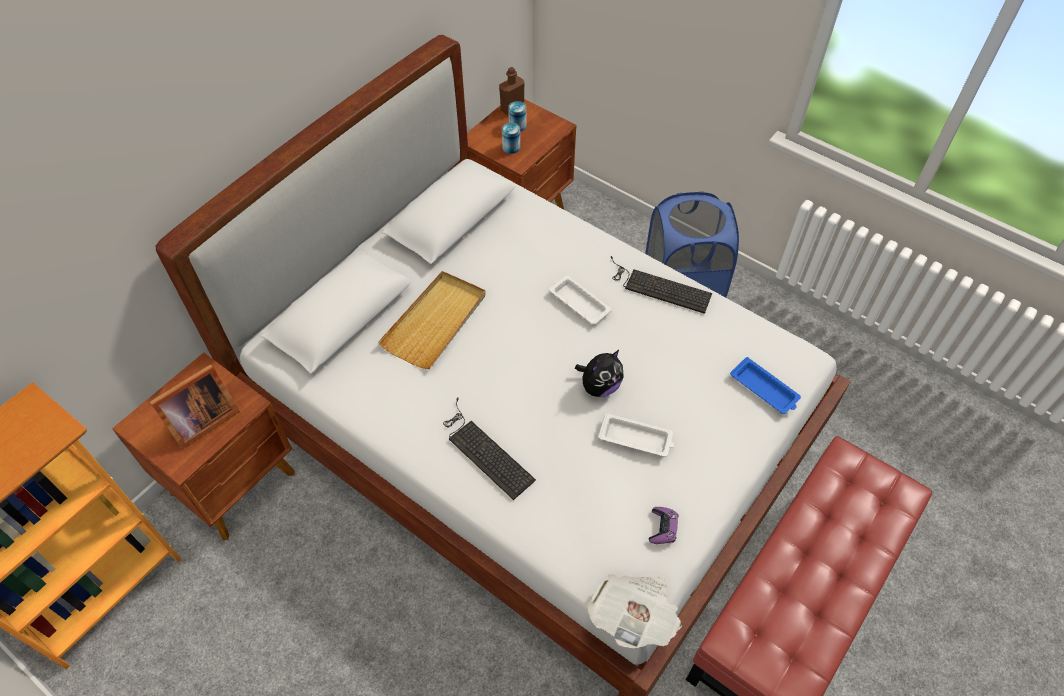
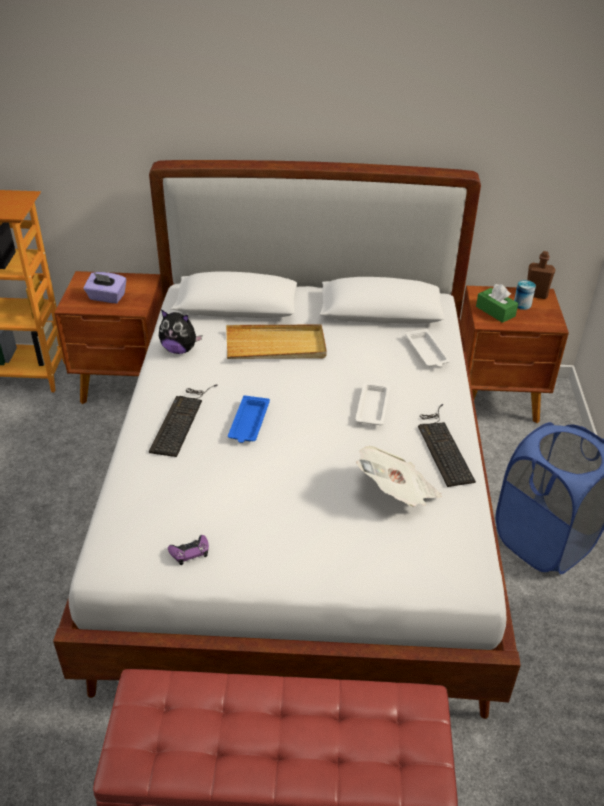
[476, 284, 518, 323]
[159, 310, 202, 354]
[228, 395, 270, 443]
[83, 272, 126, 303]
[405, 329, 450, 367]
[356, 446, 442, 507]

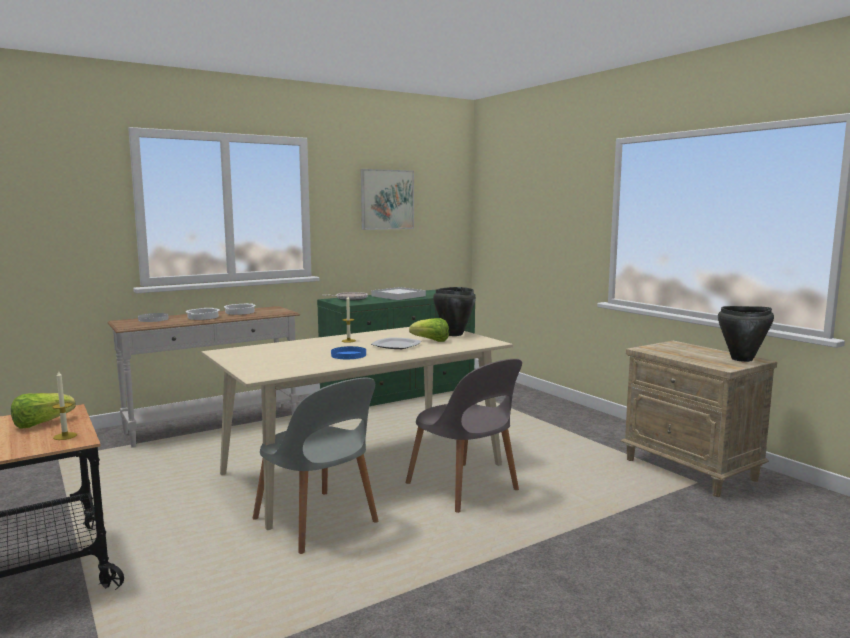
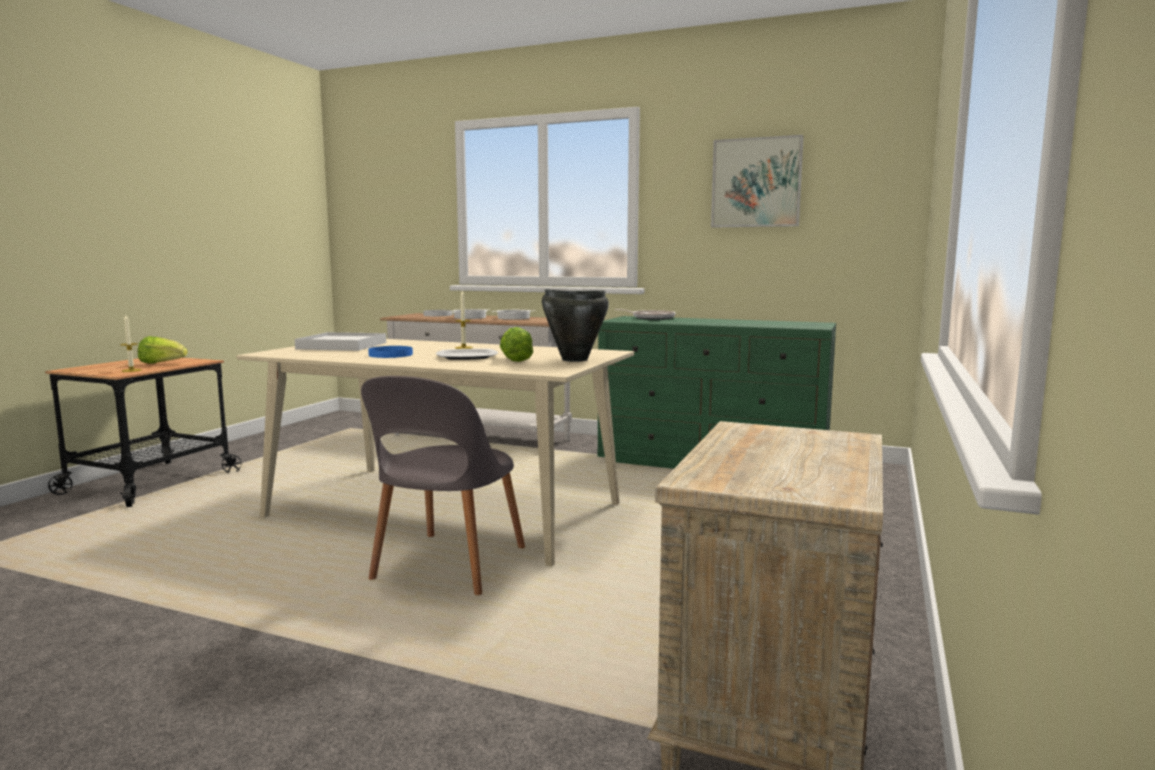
[295, 332, 386, 351]
[718, 306, 774, 362] (first image)
[252, 378, 378, 554] (first image)

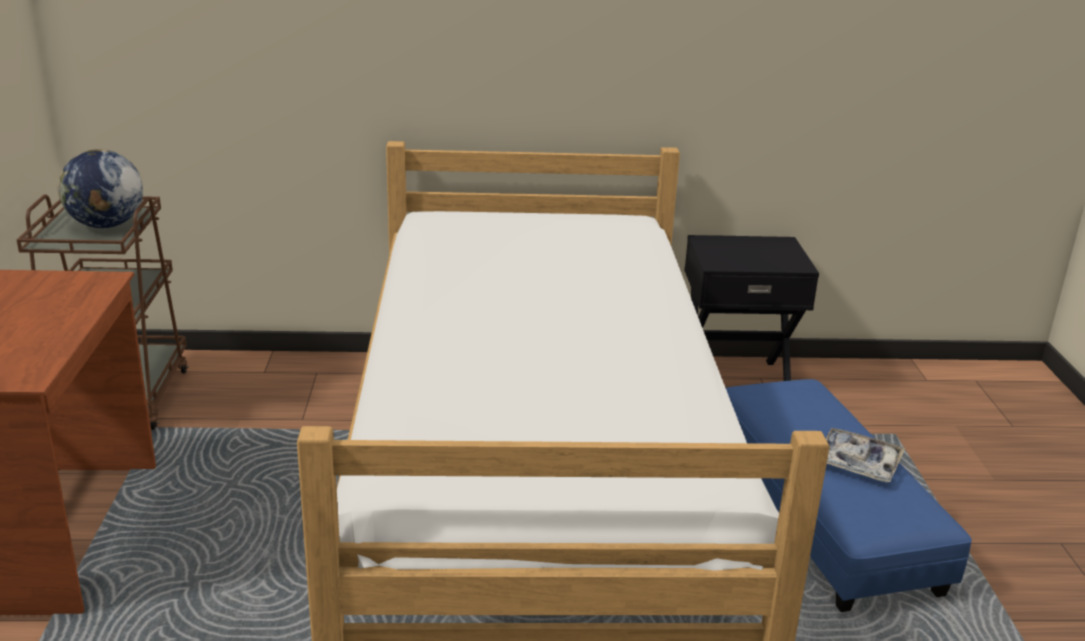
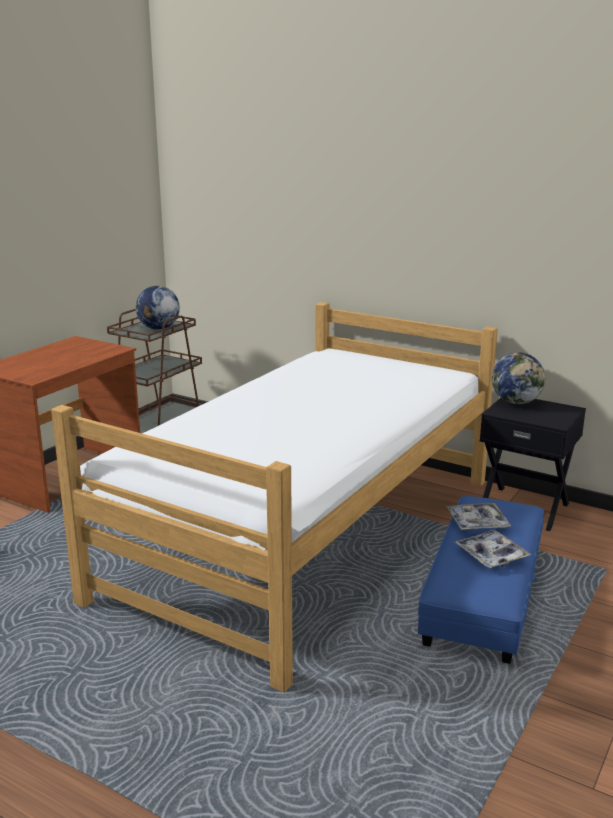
[492, 352, 546, 404]
[447, 503, 511, 530]

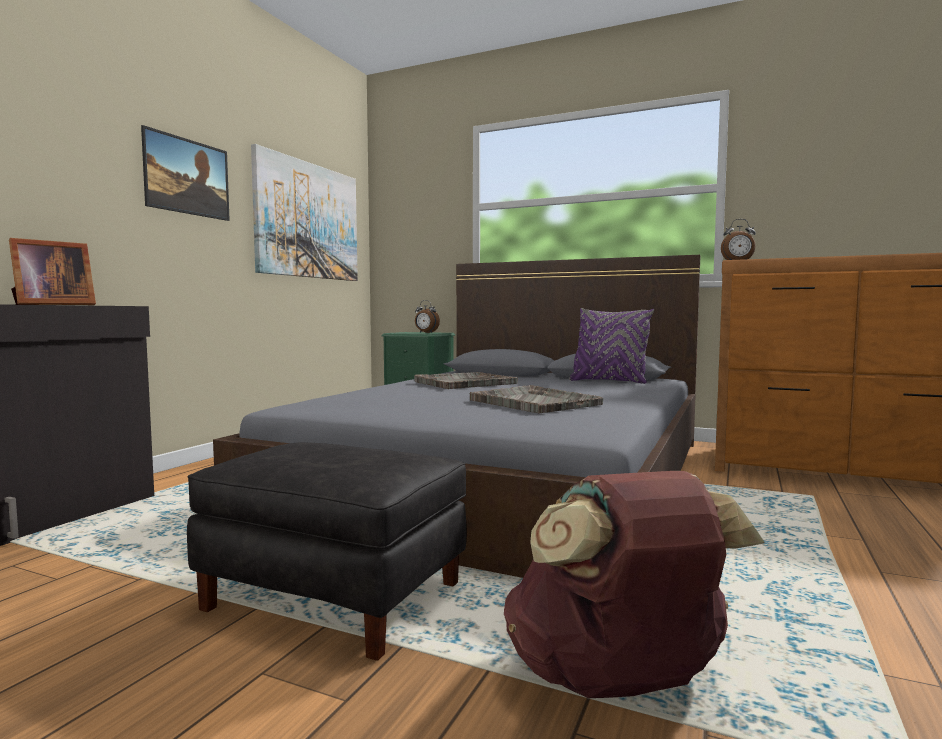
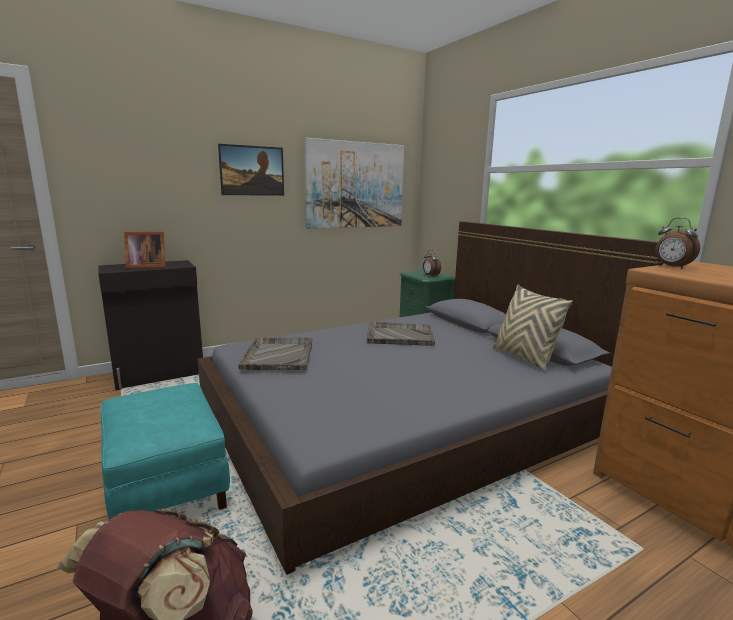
[493, 284, 573, 371]
[238, 337, 312, 370]
[101, 383, 230, 519]

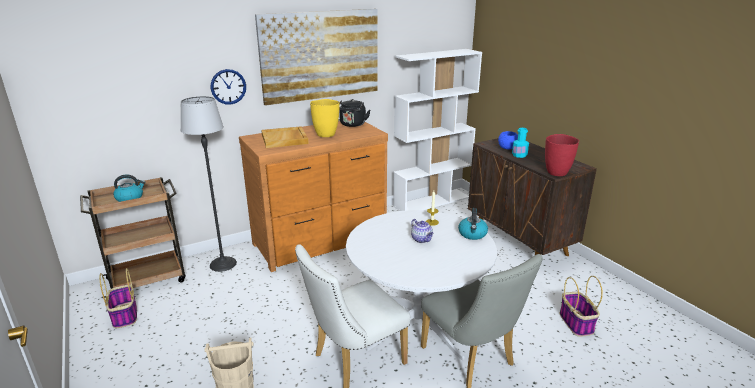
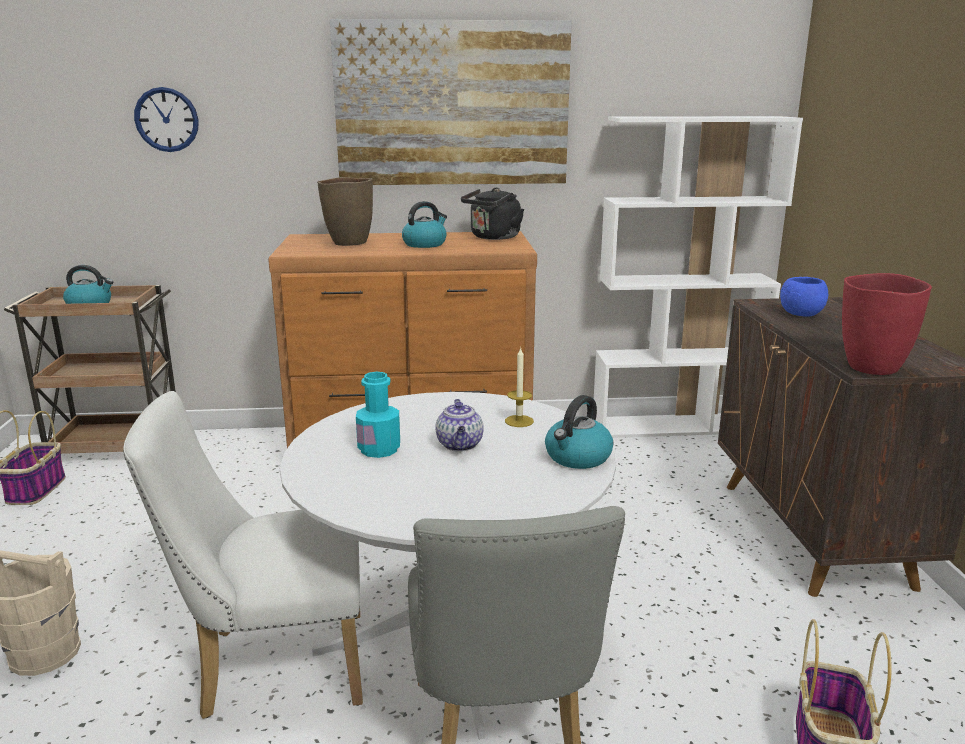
[134, 87, 199, 152]
[181, 96, 237, 272] (first image)
[402, 201, 447, 248]
[317, 177, 373, 246]
[356, 372, 400, 458]

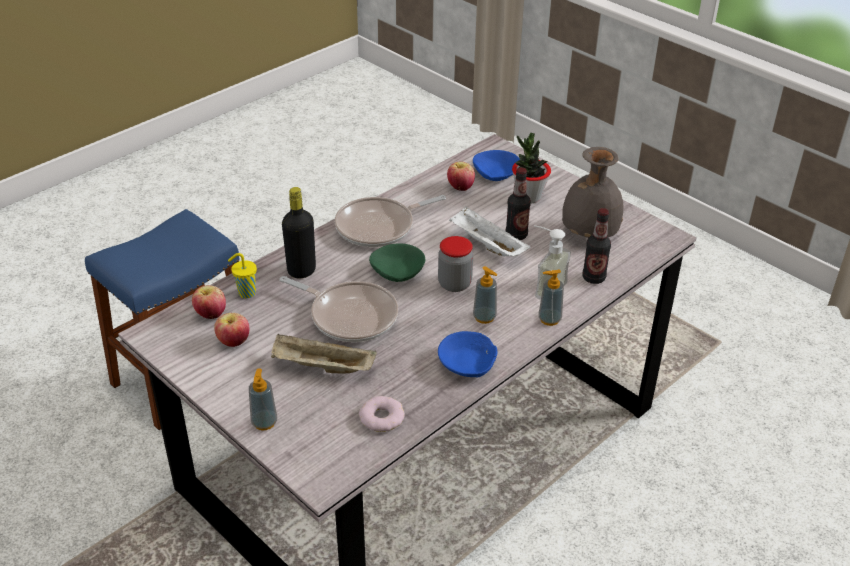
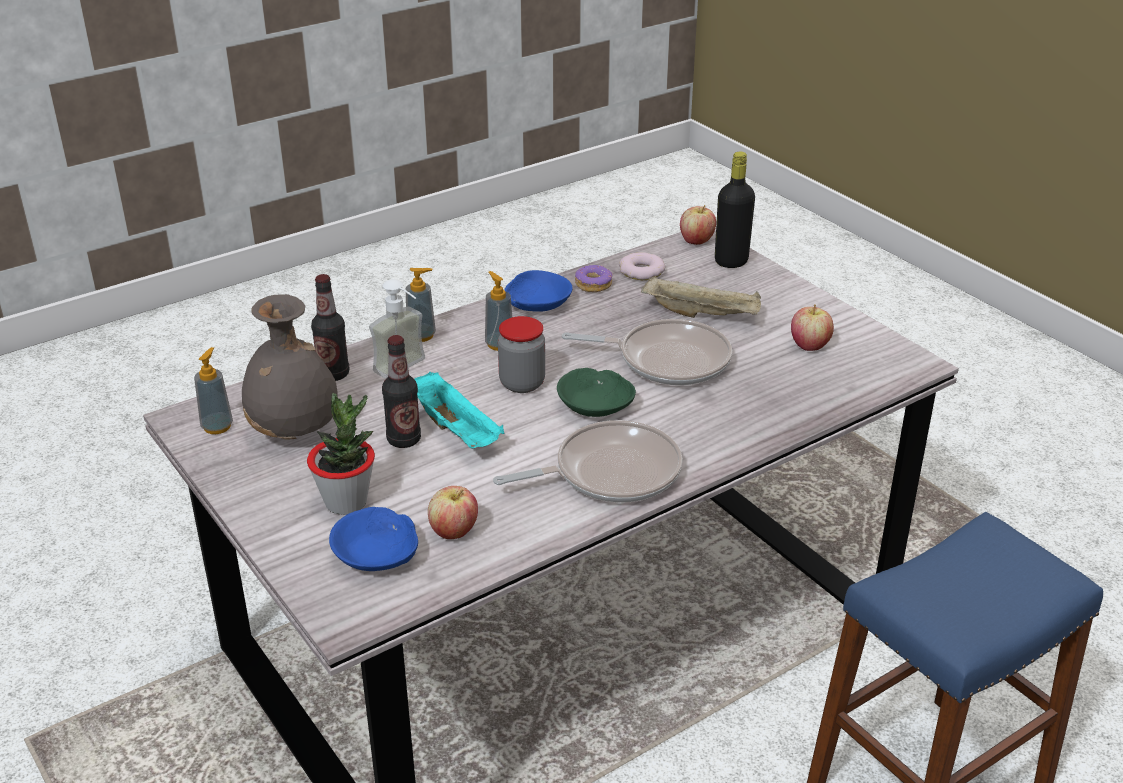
[715, 152, 755, 268]
[415, 372, 505, 449]
[228, 253, 257, 299] (first image)
[562, 319, 732, 385]
[680, 205, 716, 245]
[194, 347, 233, 434]
[575, 265, 613, 292]

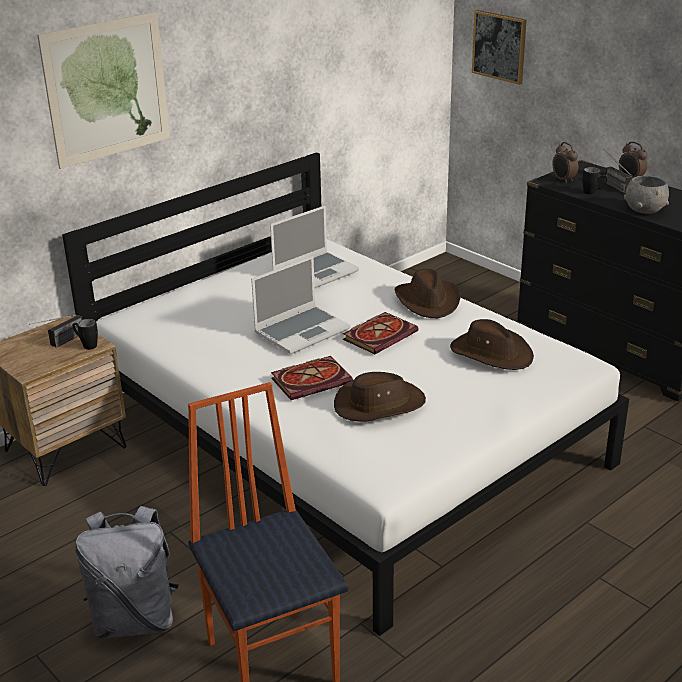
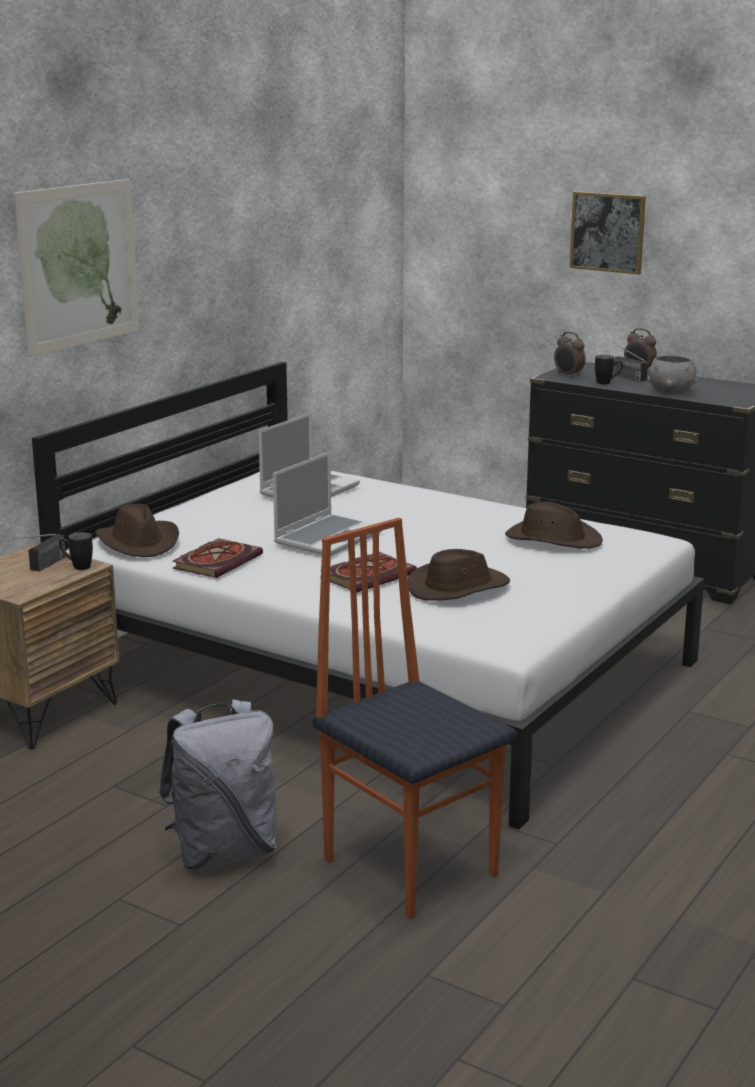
[570, 191, 646, 274]
[95, 504, 179, 557]
[172, 538, 263, 578]

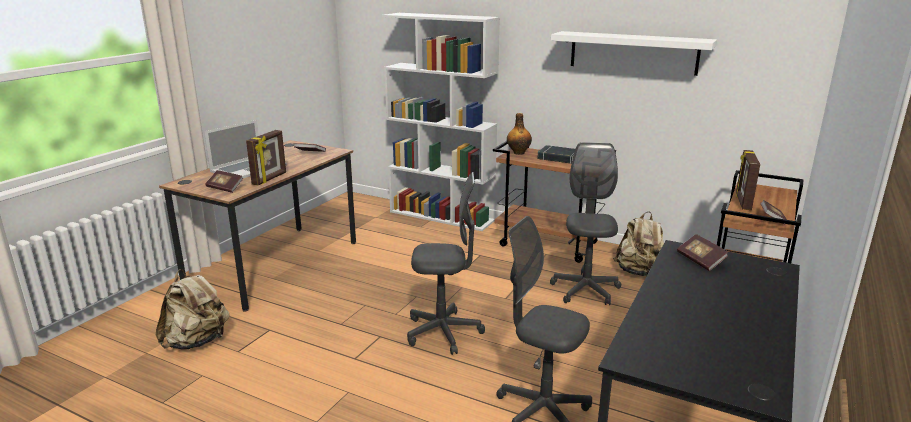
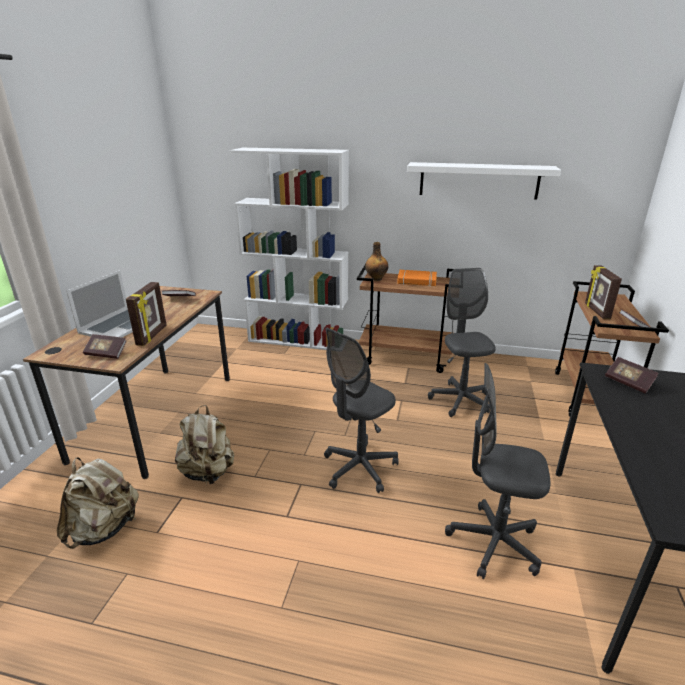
[397, 270, 437, 286]
[324, 328, 399, 493]
[175, 405, 234, 484]

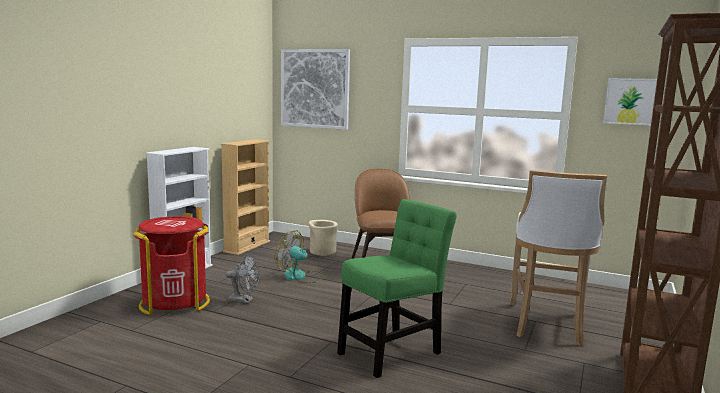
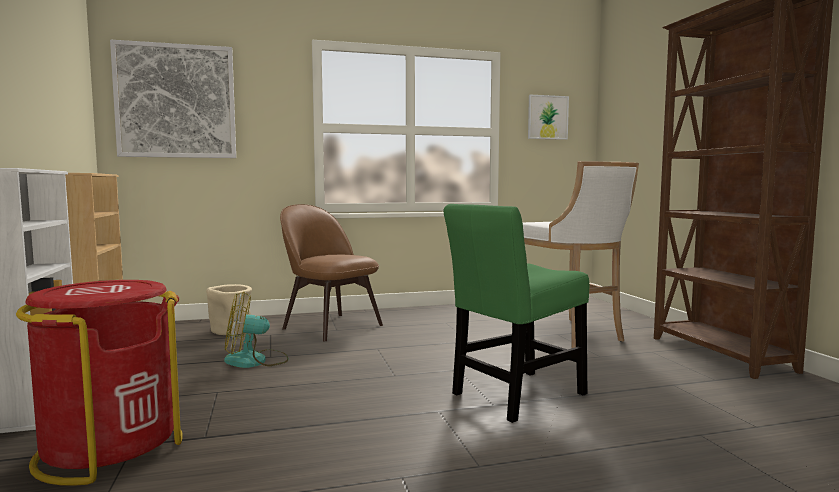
[444, 204, 589, 423]
[226, 255, 260, 303] (first image)

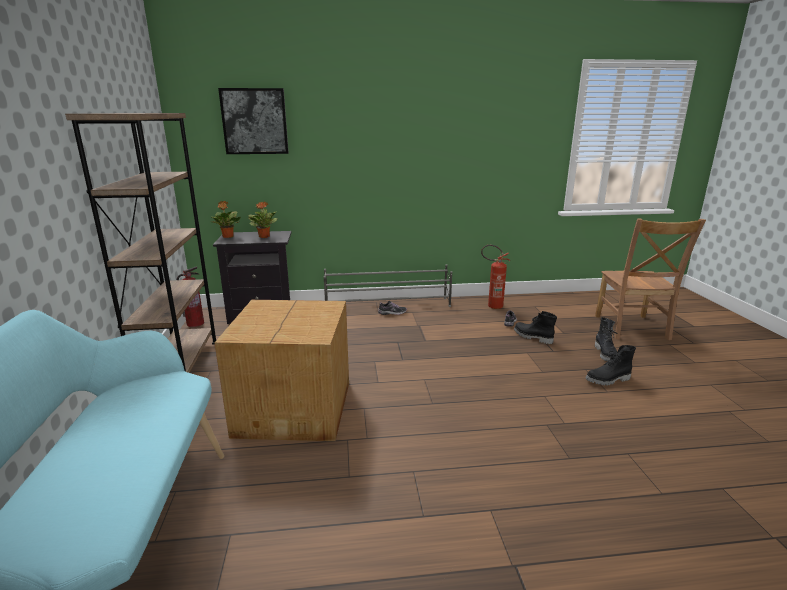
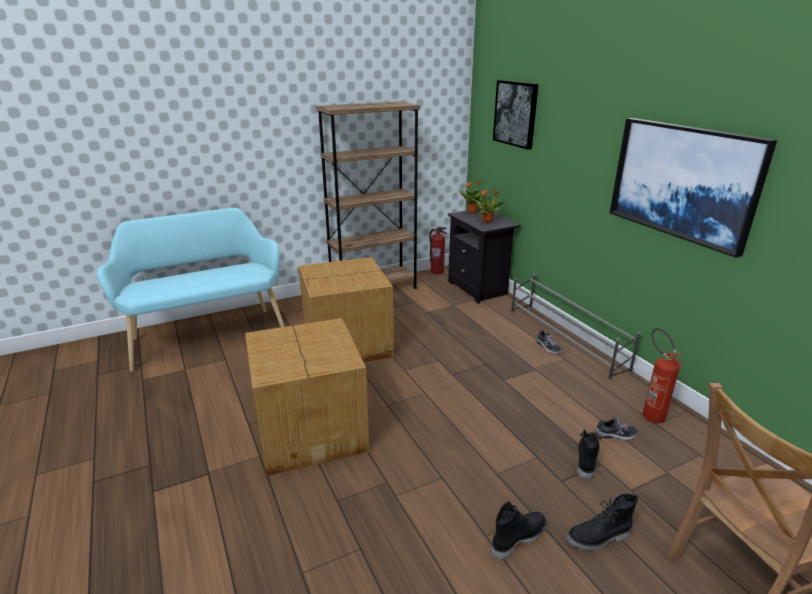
[491, 501, 546, 560]
[610, 118, 777, 258]
[245, 318, 369, 476]

